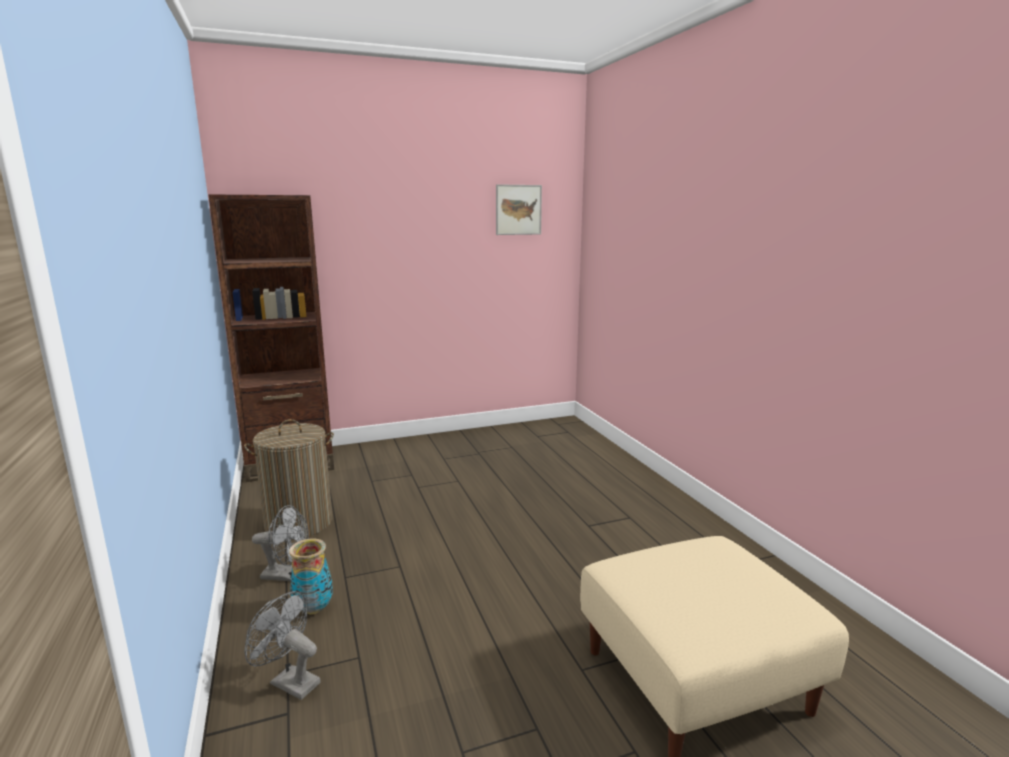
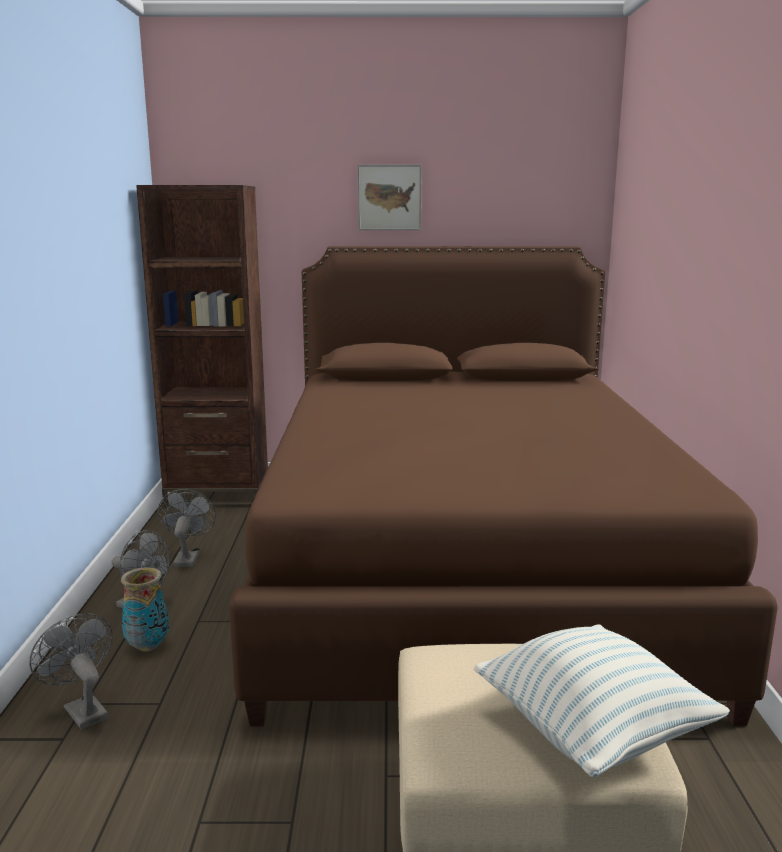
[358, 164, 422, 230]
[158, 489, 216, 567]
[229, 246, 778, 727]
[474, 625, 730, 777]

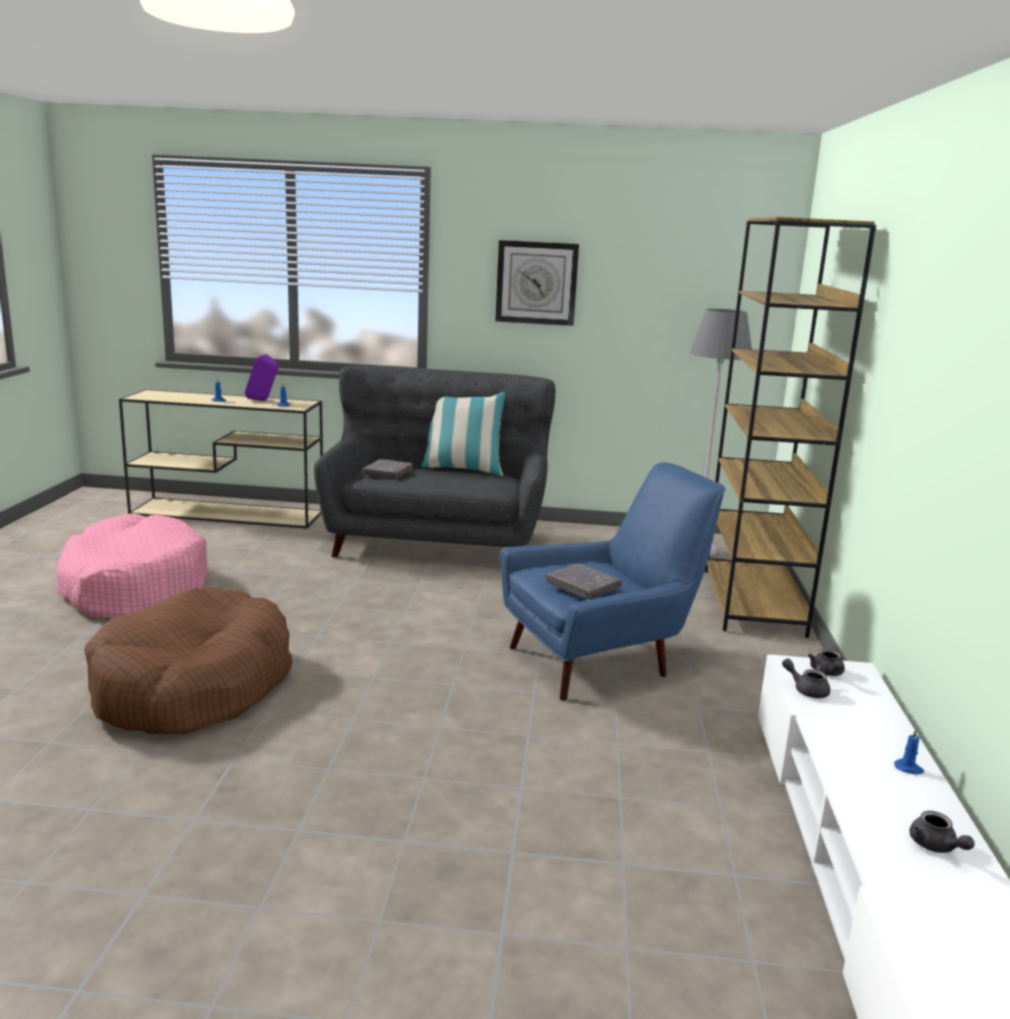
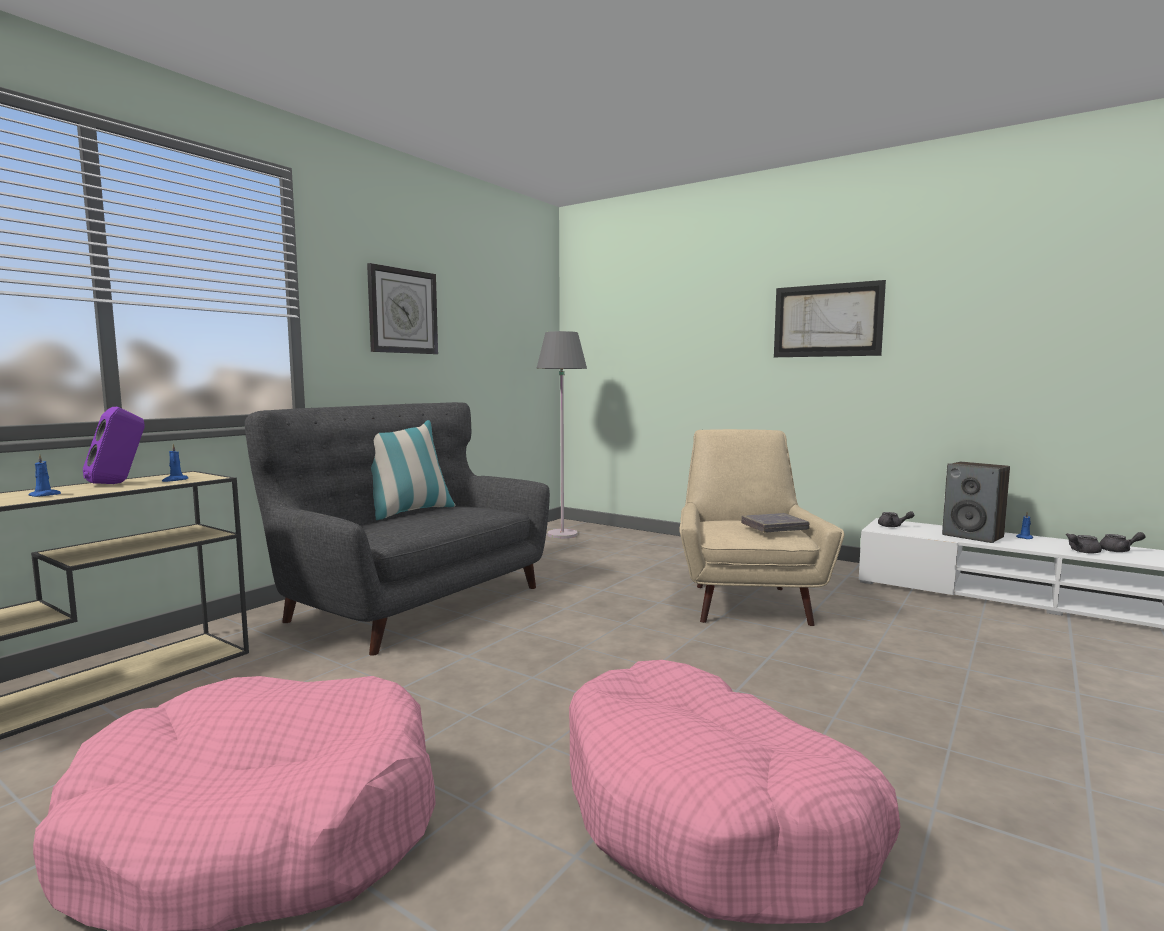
[705, 217, 876, 638] (first image)
[363, 459, 413, 479] (first image)
[679, 429, 845, 626]
[569, 660, 900, 924]
[1065, 533, 1102, 554]
[774, 280, 886, 357]
[942, 462, 1010, 543]

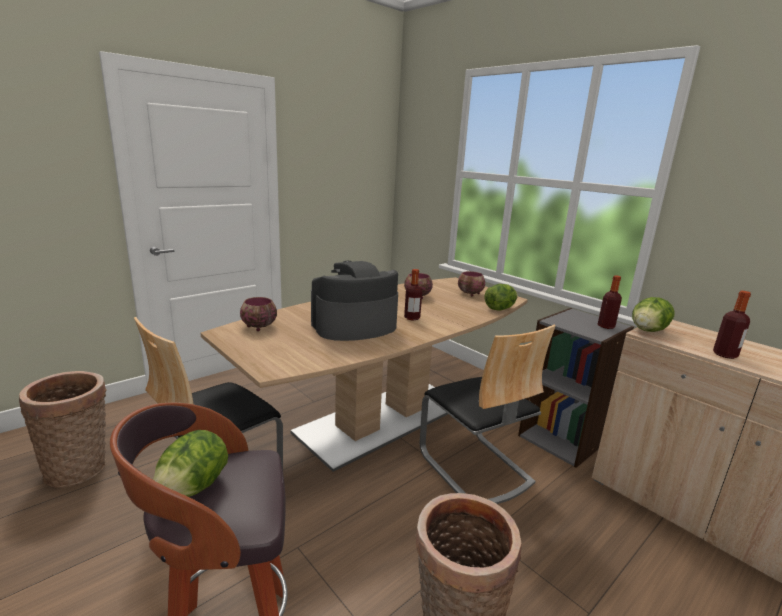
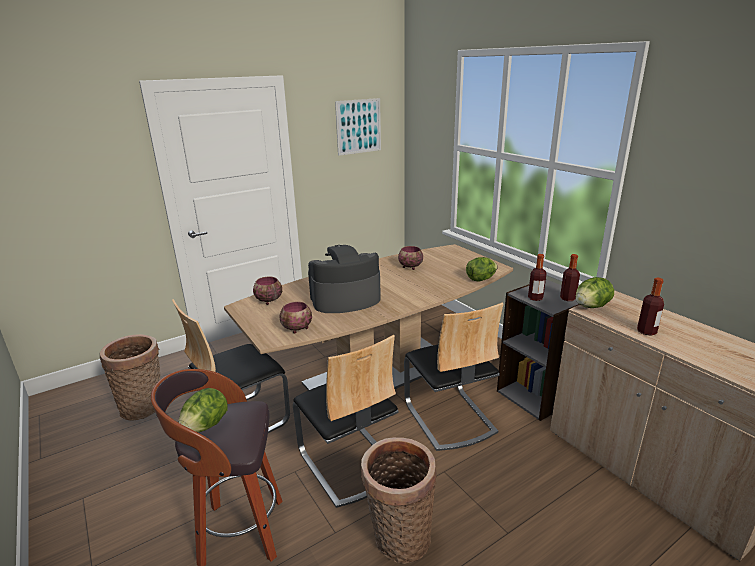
[528, 254, 546, 301]
[279, 301, 312, 334]
[335, 98, 381, 156]
[293, 335, 399, 508]

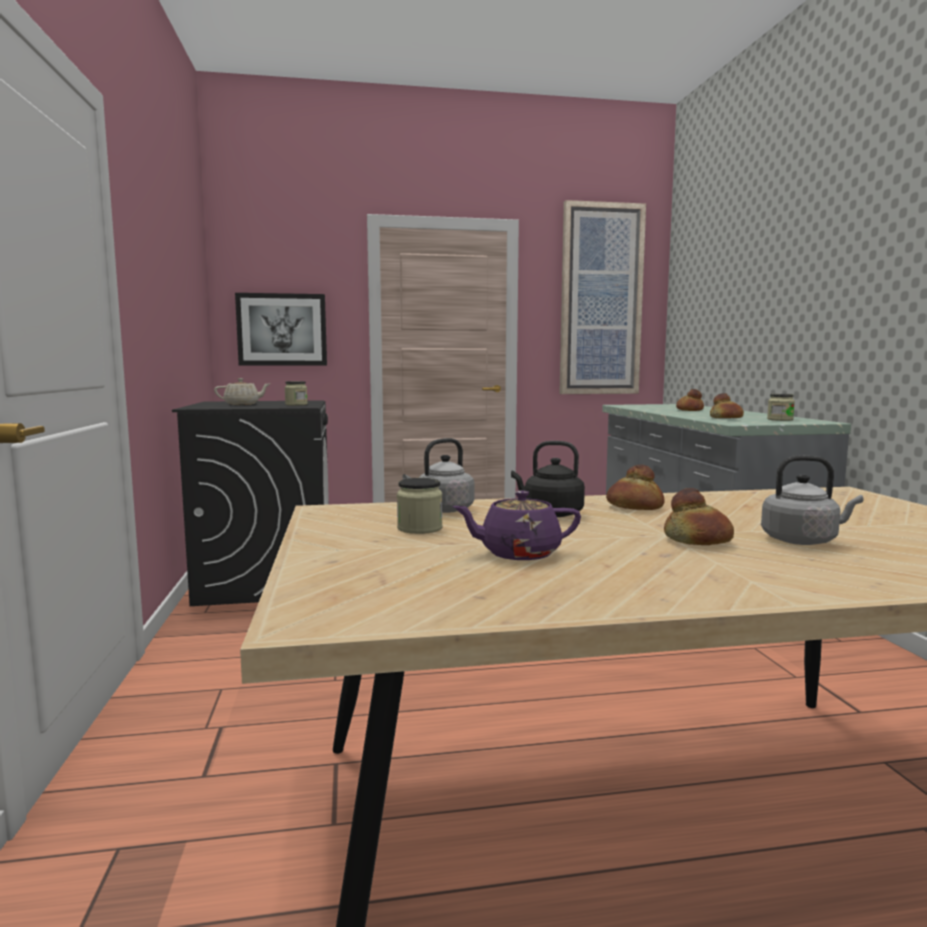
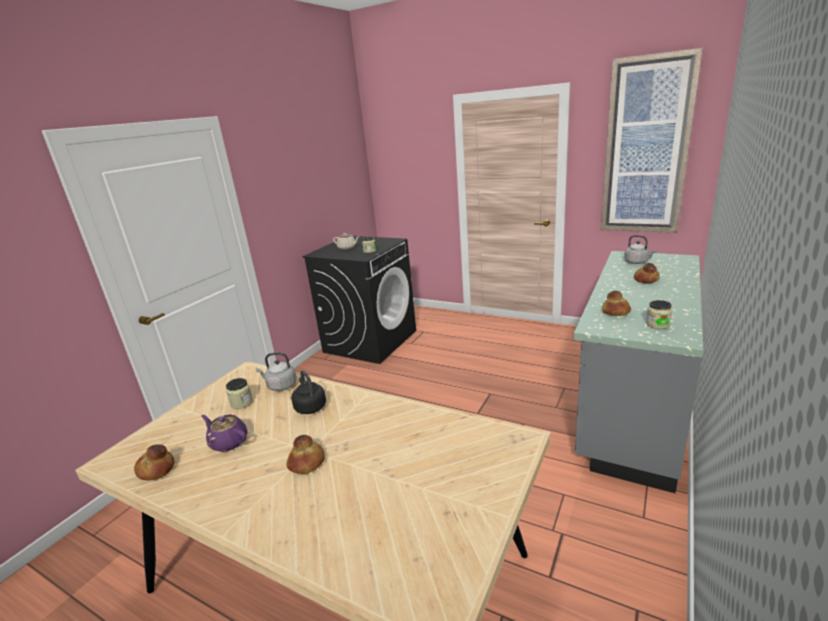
[235, 293, 327, 365] (first image)
[624, 235, 656, 264]
[134, 445, 175, 480]

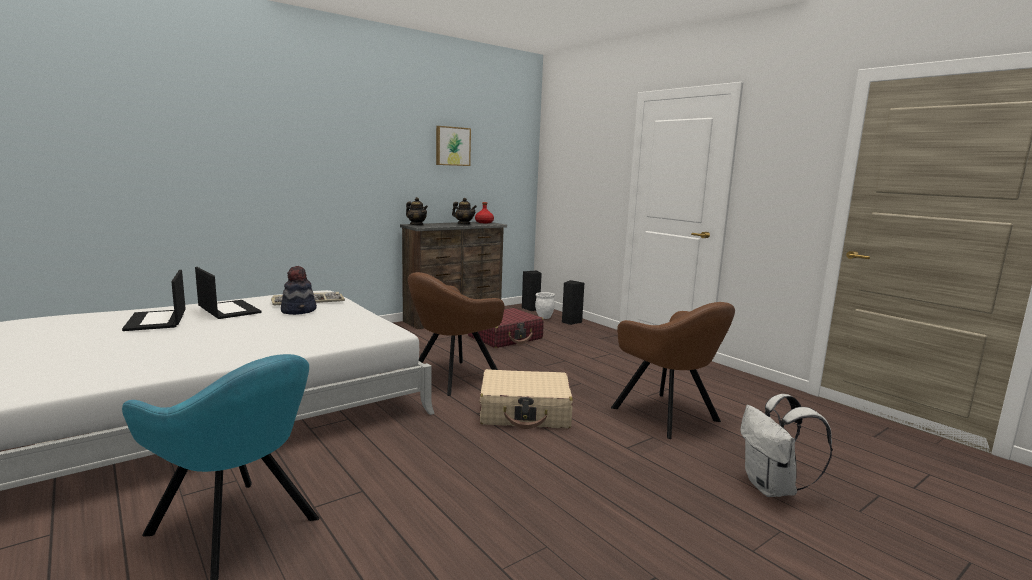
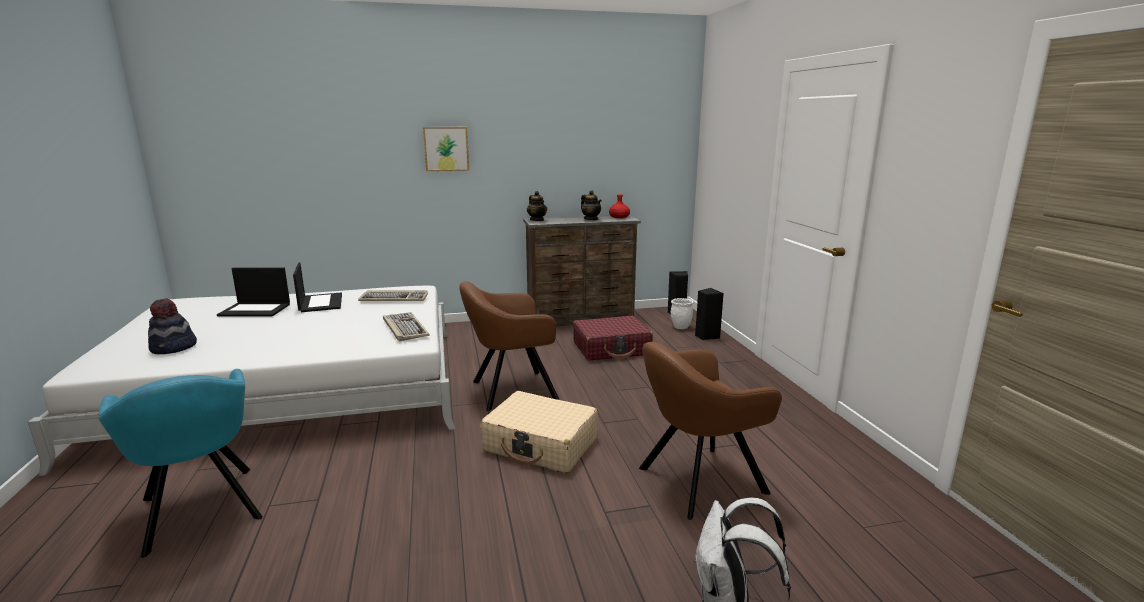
[423, 127, 469, 171]
[148, 298, 197, 354]
[217, 268, 290, 316]
[639, 342, 782, 520]
[383, 312, 430, 341]

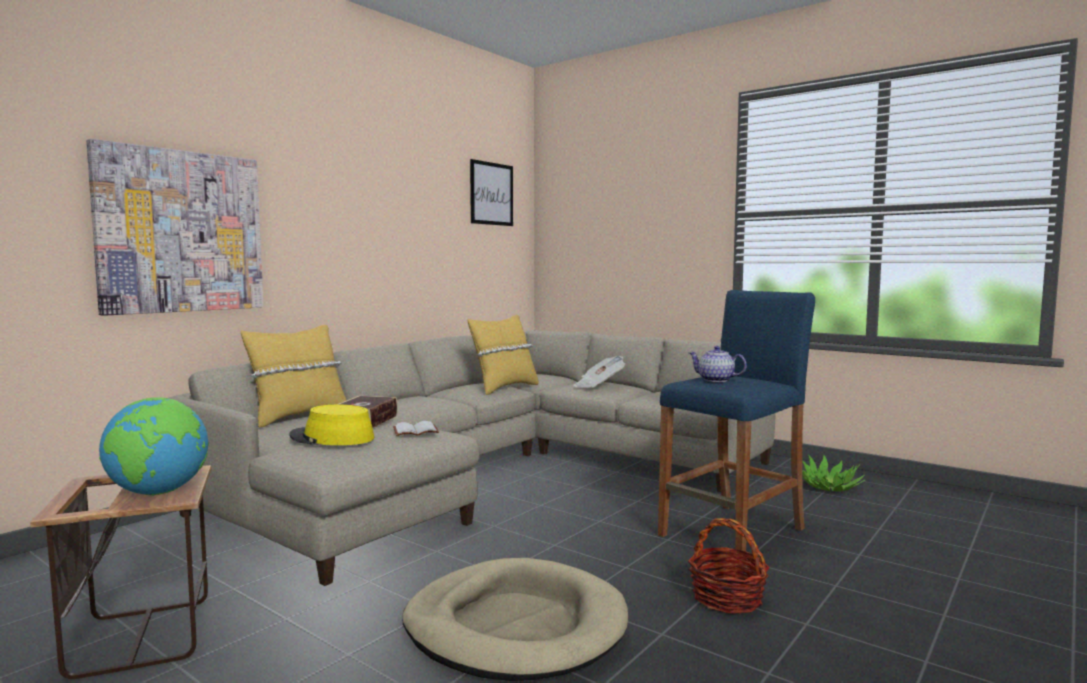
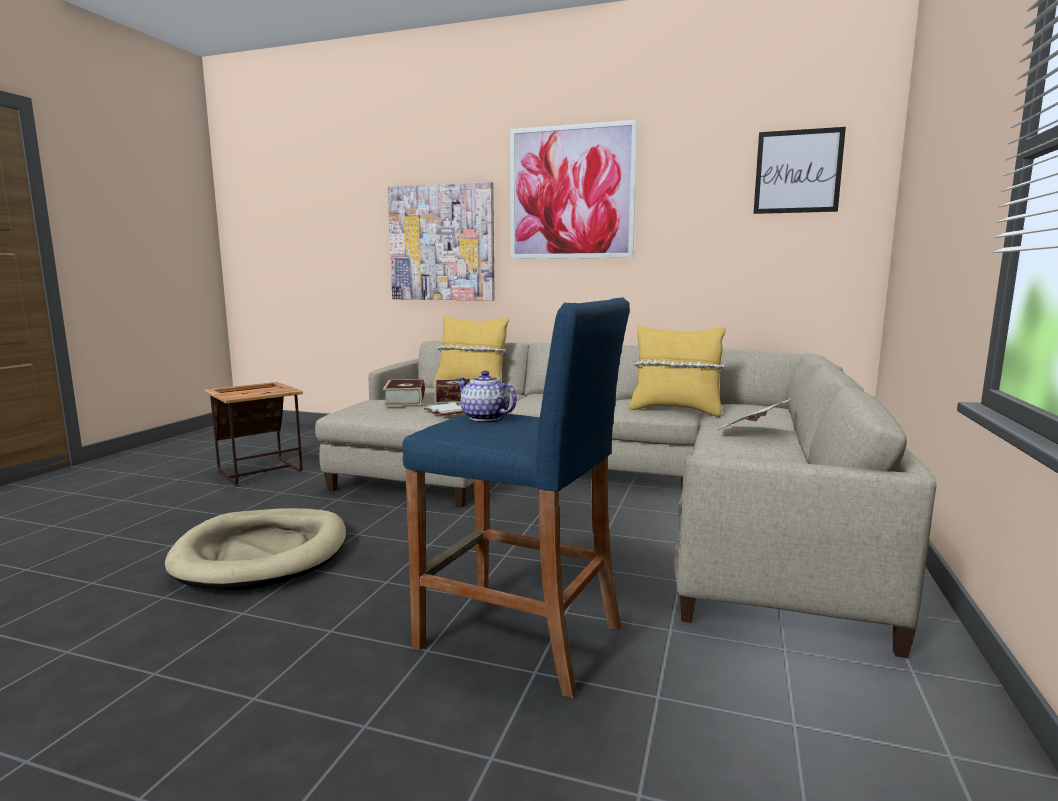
[457, 371, 517, 421]
[99, 397, 209, 495] (first image)
[383, 379, 425, 406]
[802, 455, 865, 492] (first image)
[688, 518, 770, 614] (first image)
[510, 120, 638, 259]

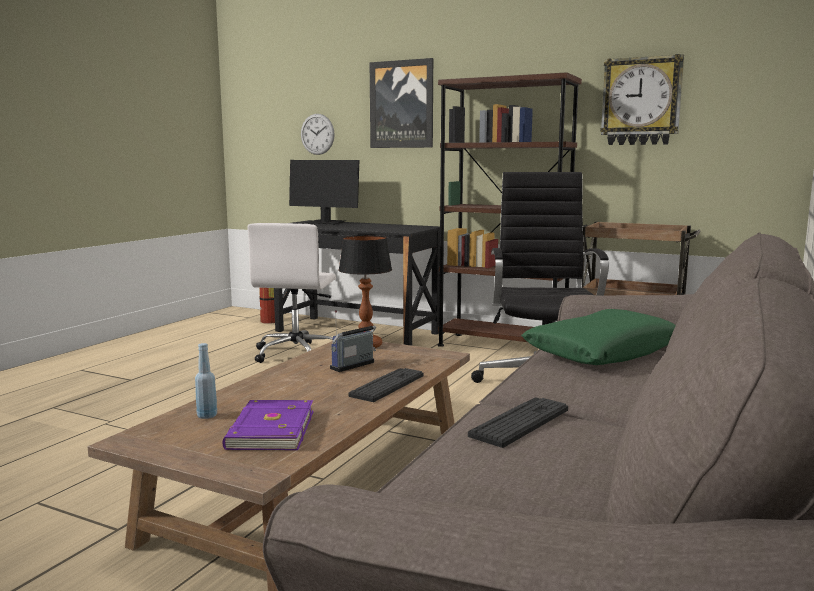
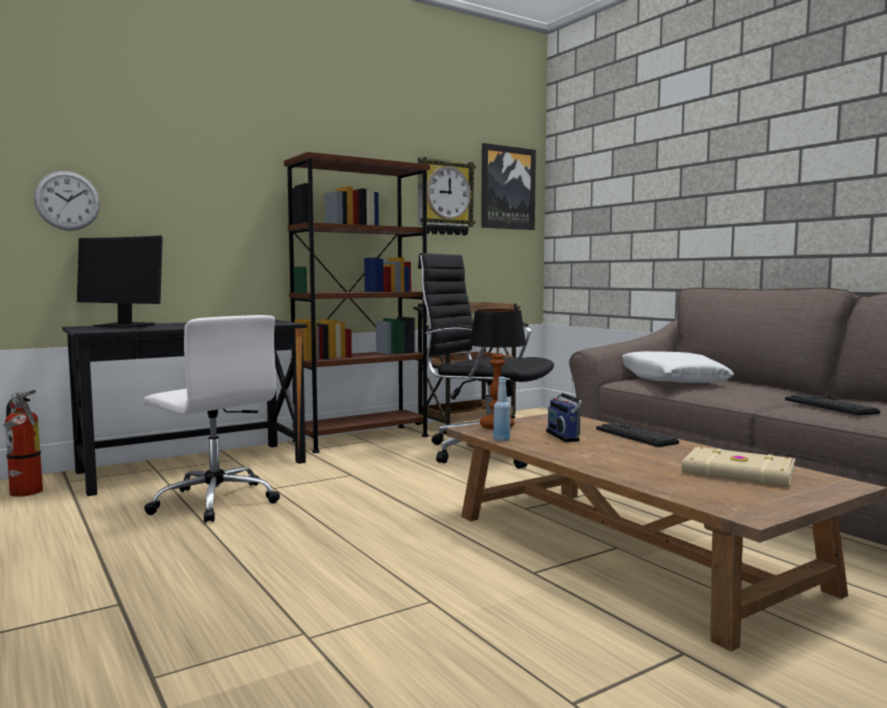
[481, 143, 536, 230]
[77, 236, 163, 328]
[622, 351, 734, 383]
[493, 377, 510, 441]
[682, 447, 795, 487]

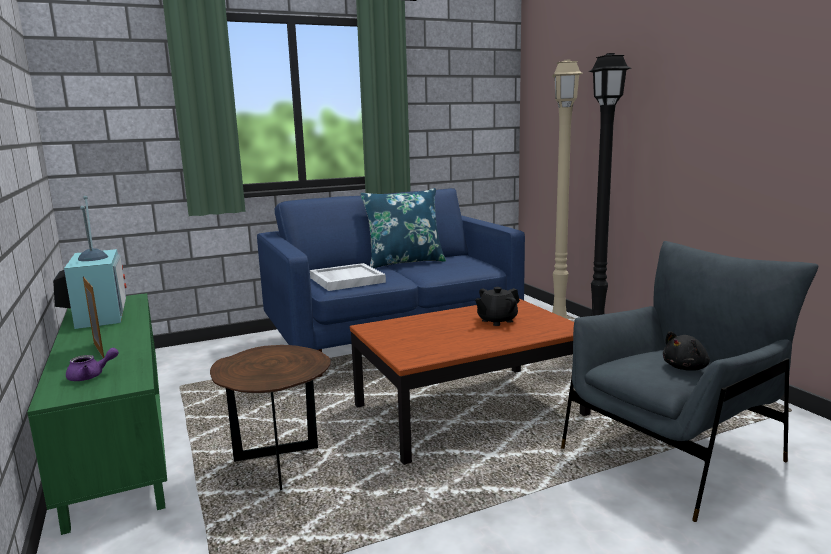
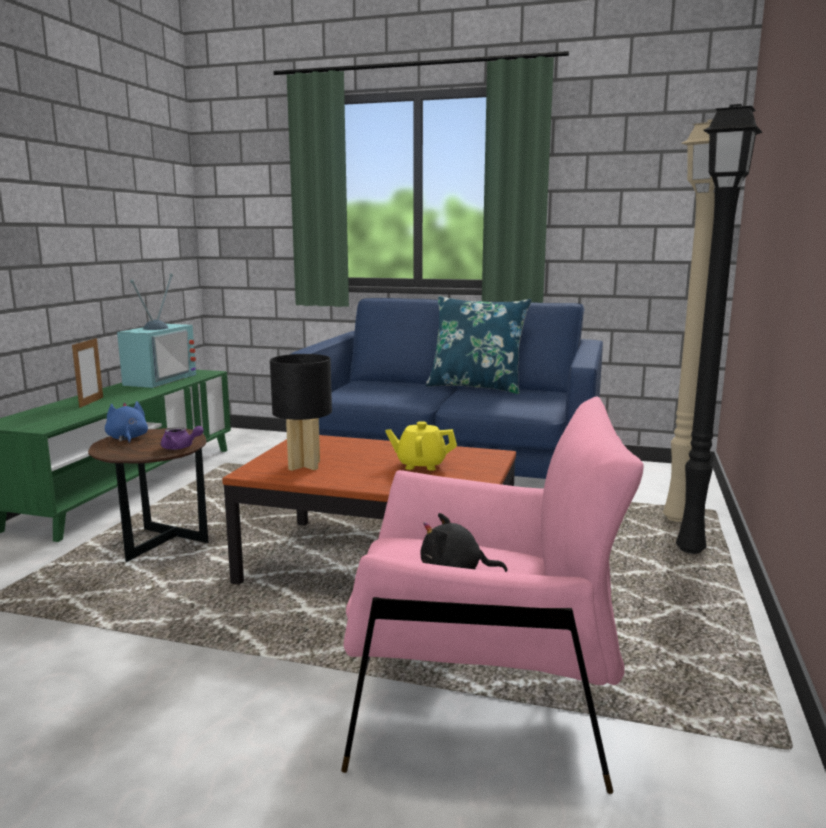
[341, 396, 644, 794]
[310, 263, 386, 291] (first image)
[385, 421, 457, 471]
[161, 426, 204, 450]
[270, 354, 332, 471]
[105, 401, 148, 444]

